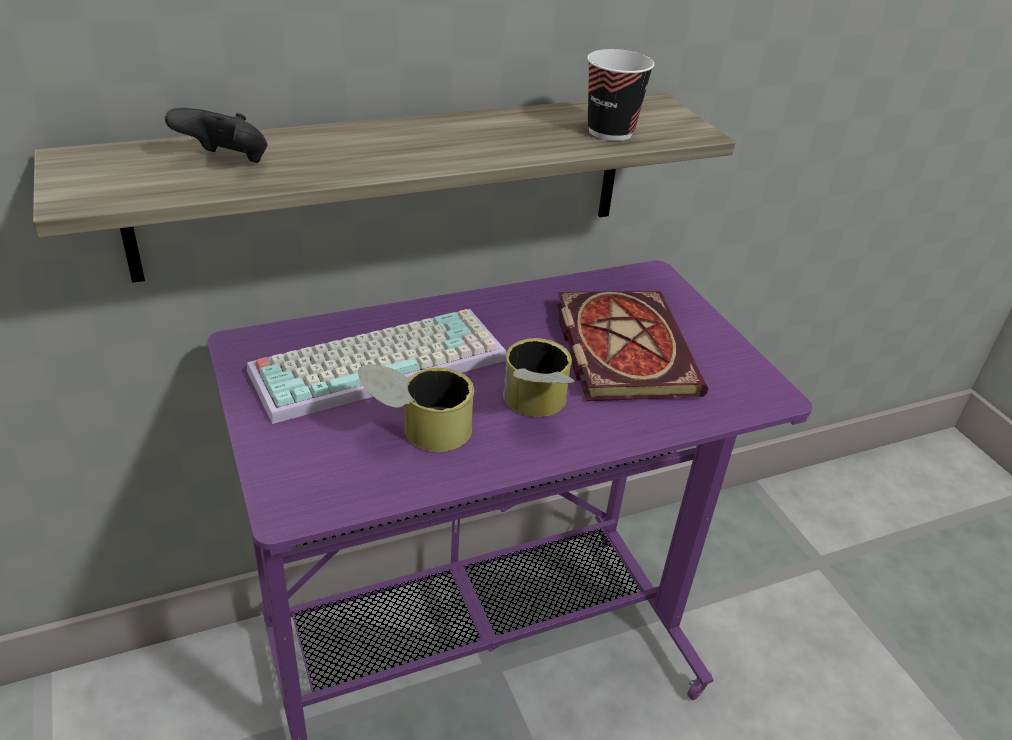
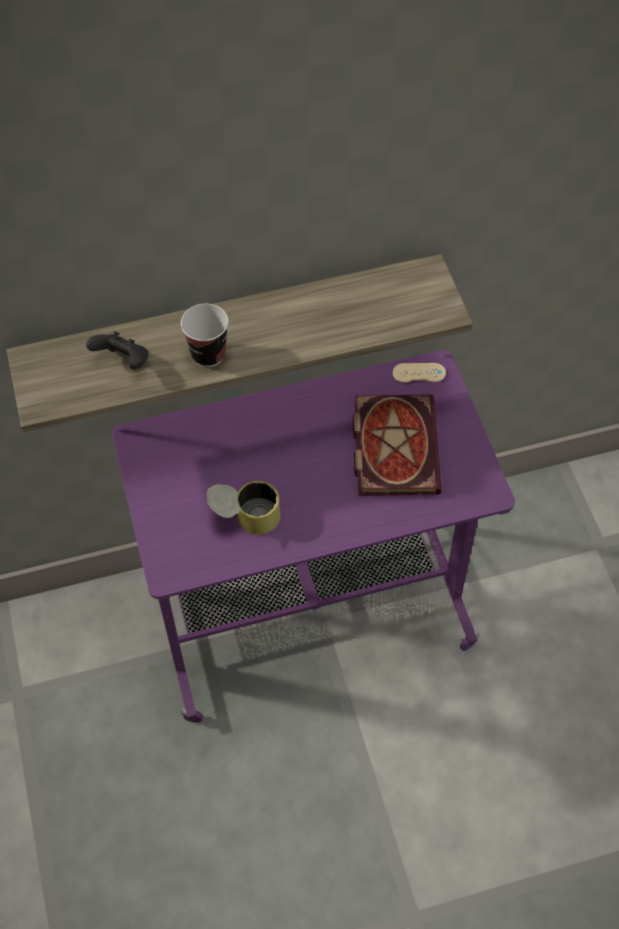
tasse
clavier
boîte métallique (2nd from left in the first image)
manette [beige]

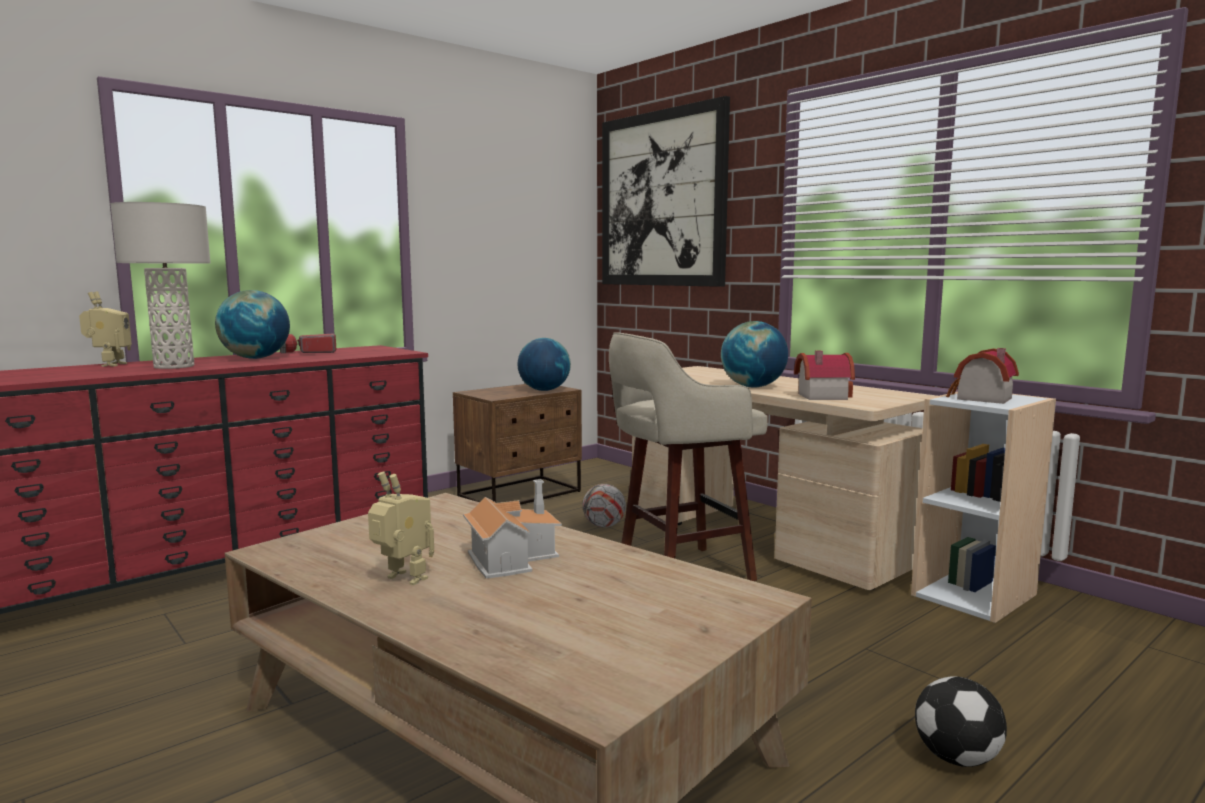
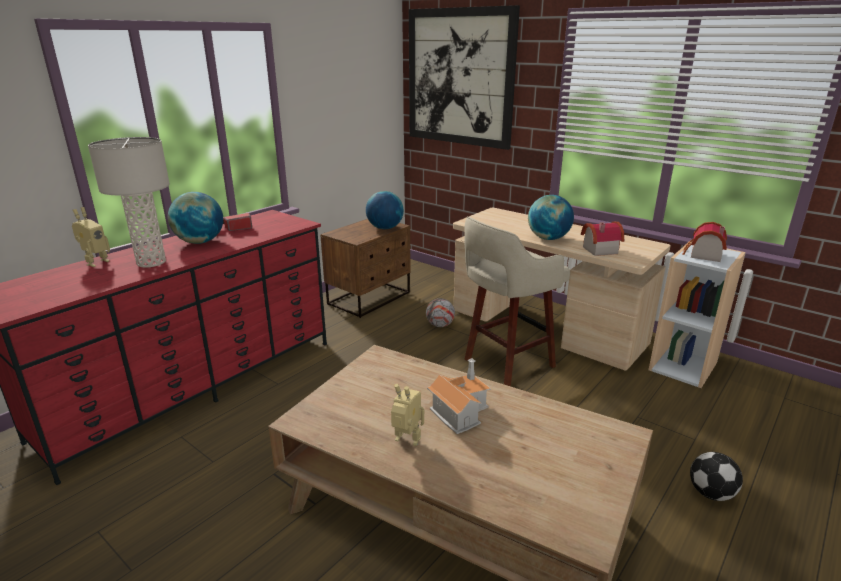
robot jouet (1st from left)

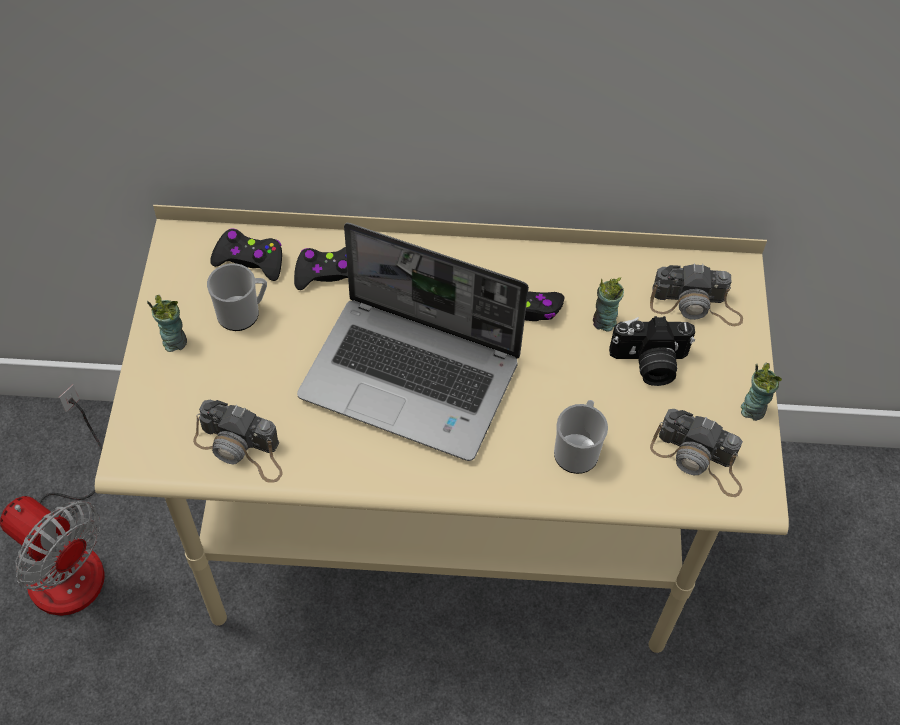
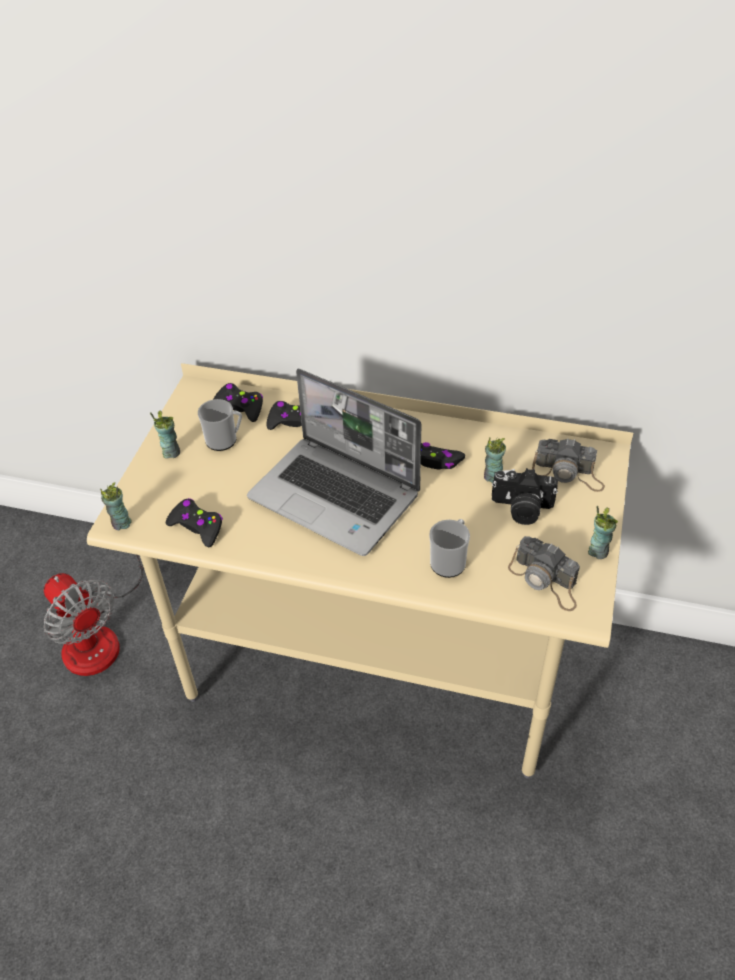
manette [noir] (1st from left)
tasse (1st from left)

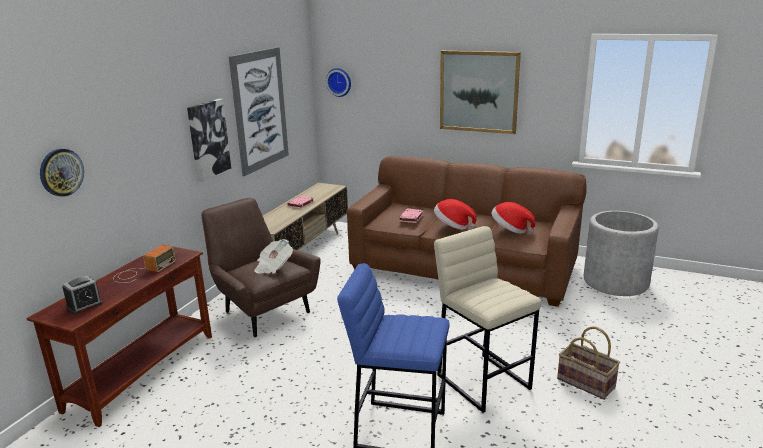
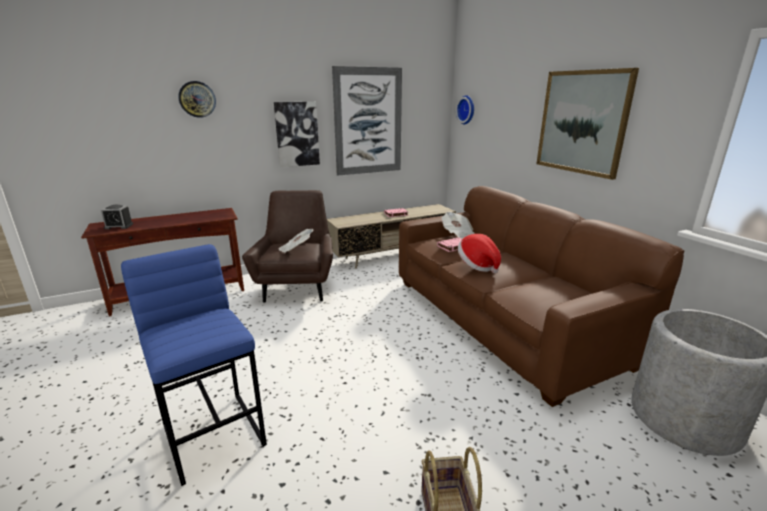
horloge murale (1st from left)
chapeau (2nd from left in the first image)
tabouret [beige]
radio
journal (2nd from left)

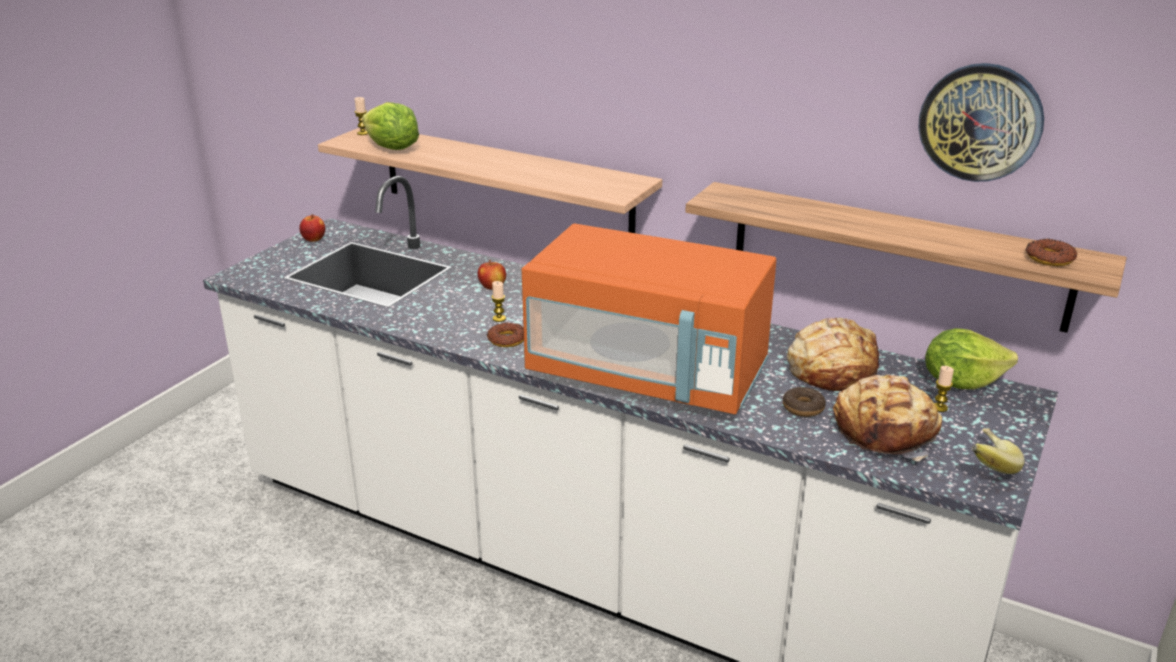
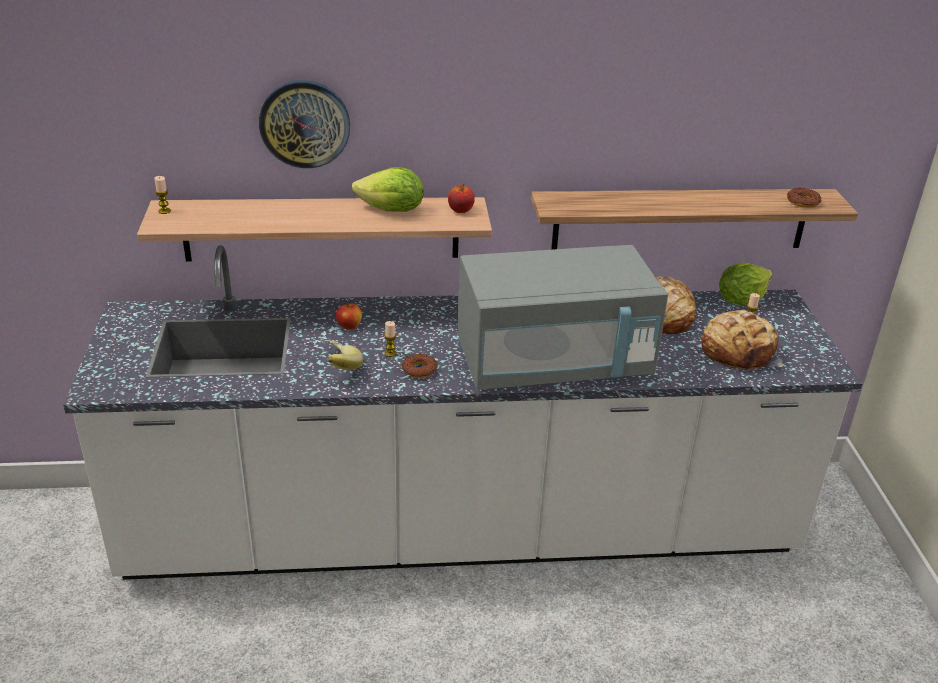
horloge murale
laitue (1st from left)
pomme (2nd from left)
micro-ondes [gris]
beignet (2nd from left in the first image)
banane

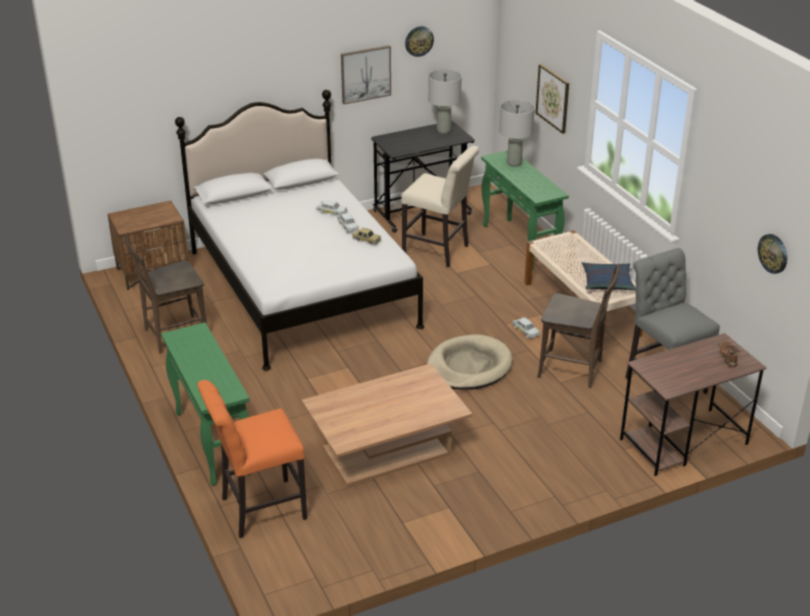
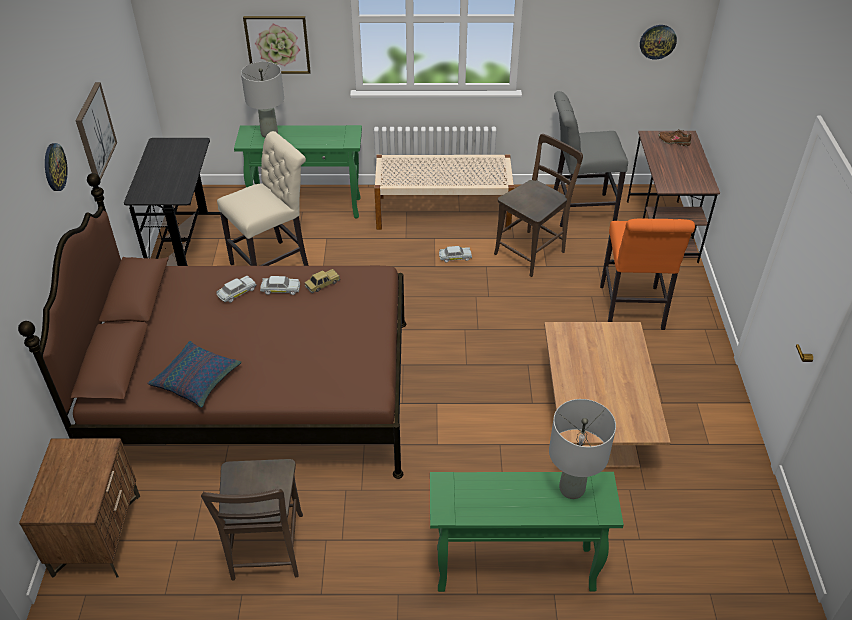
horloge murale (1st from left)
lampe de table [gris] (2nd from left)
lit [marron]
coussin [bleu]
panier pour chien [beige]
tabouret [orange]

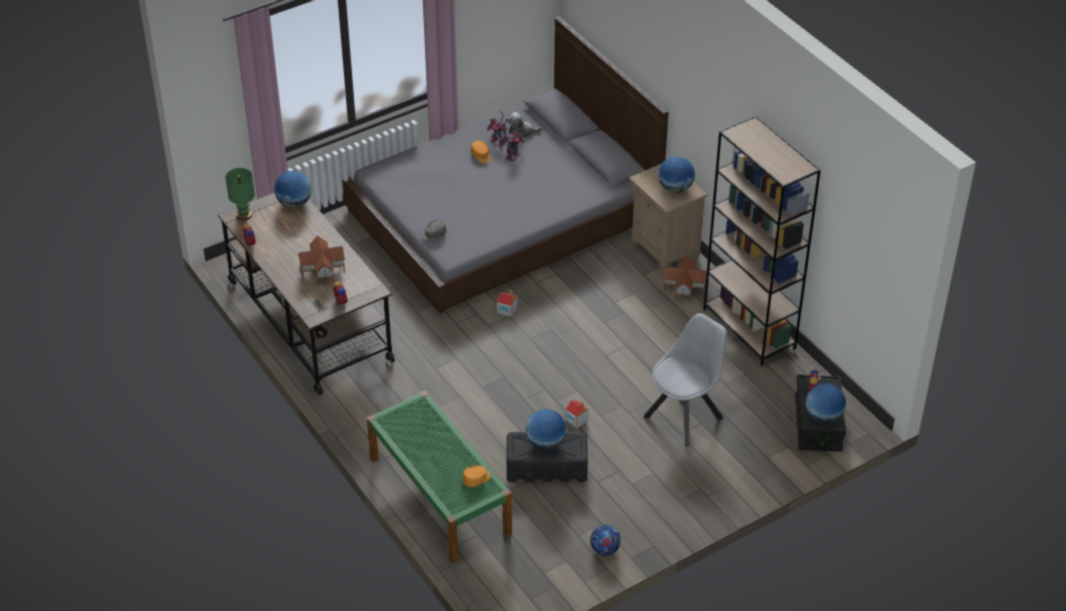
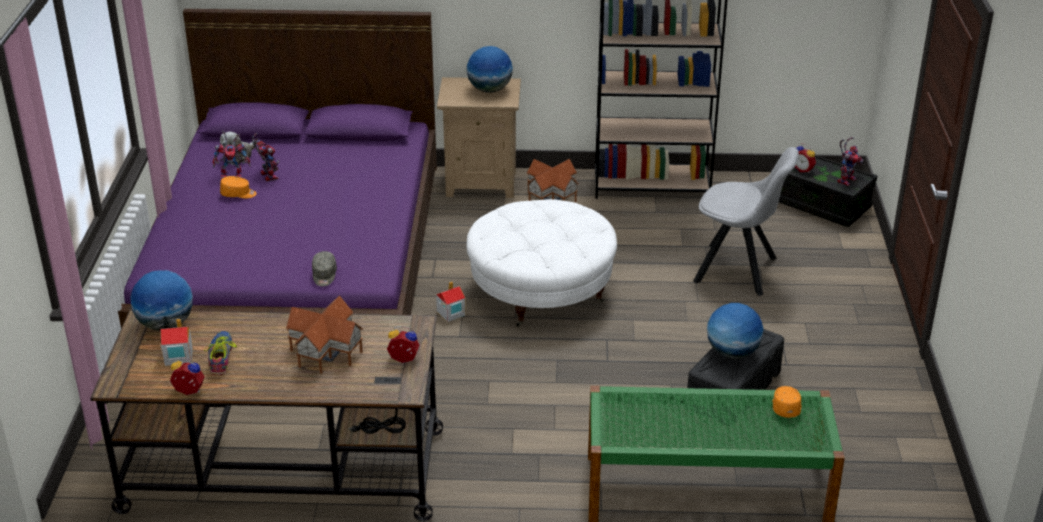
lit [violet]
lampe de table [vert]
chaise [gris]
robot jouet (3rd from left)
maison miniature (1st from left)
ballon de foot
pouf [blanc]
chaussure

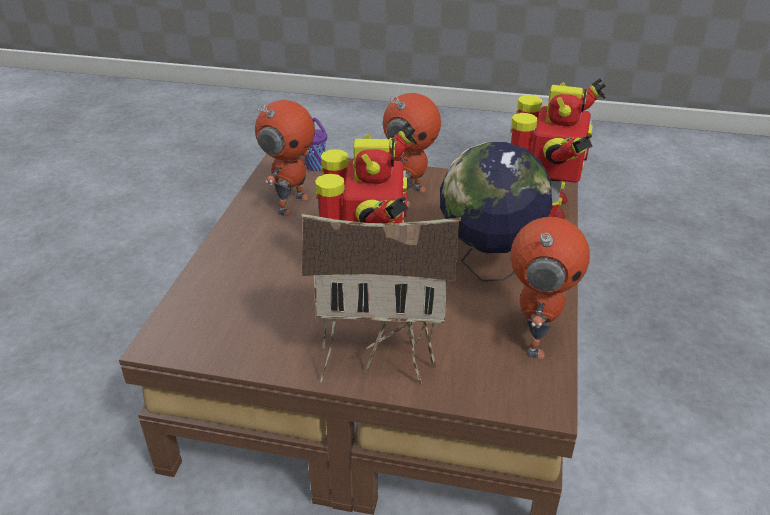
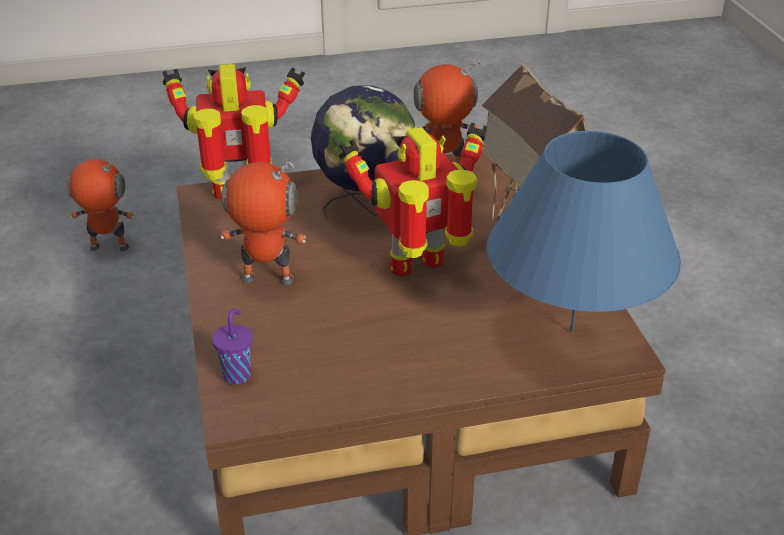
robot jouet (1st from left)
lampe de table [bleu]

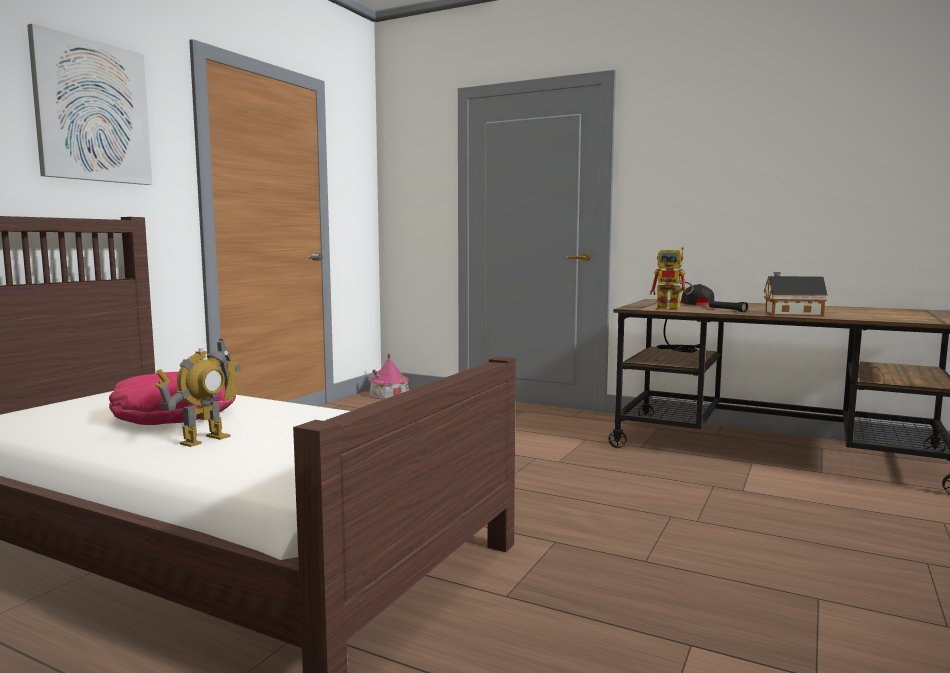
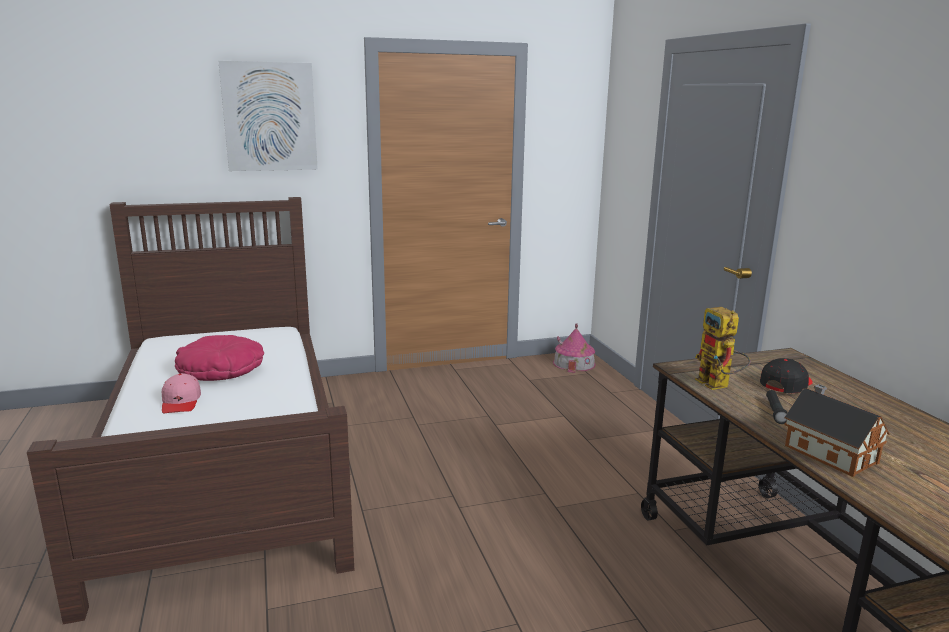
casquette [rose]

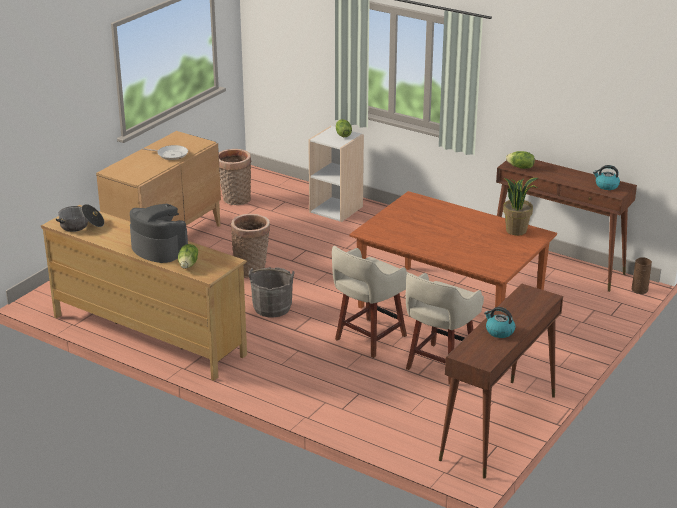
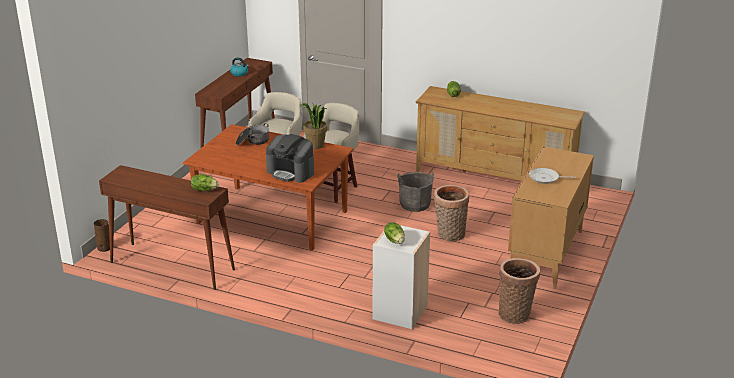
bouilloire (2nd from left in the first image)
plante en pot
marmite
machine à café

